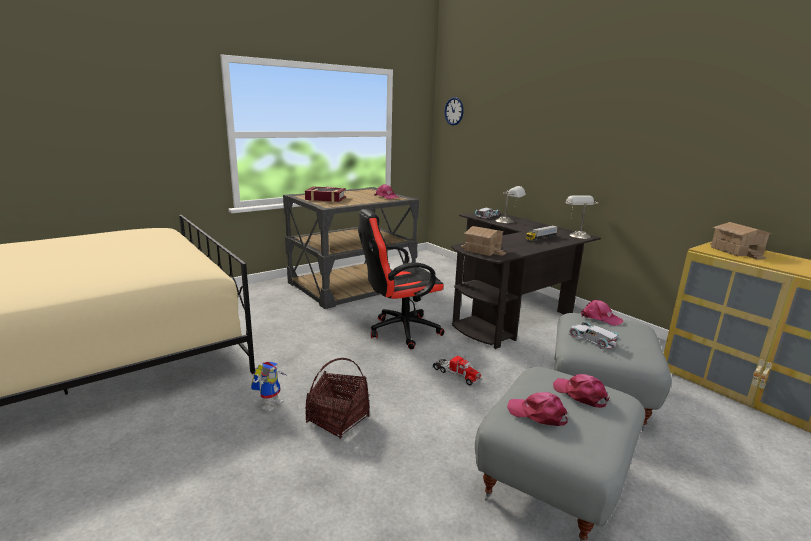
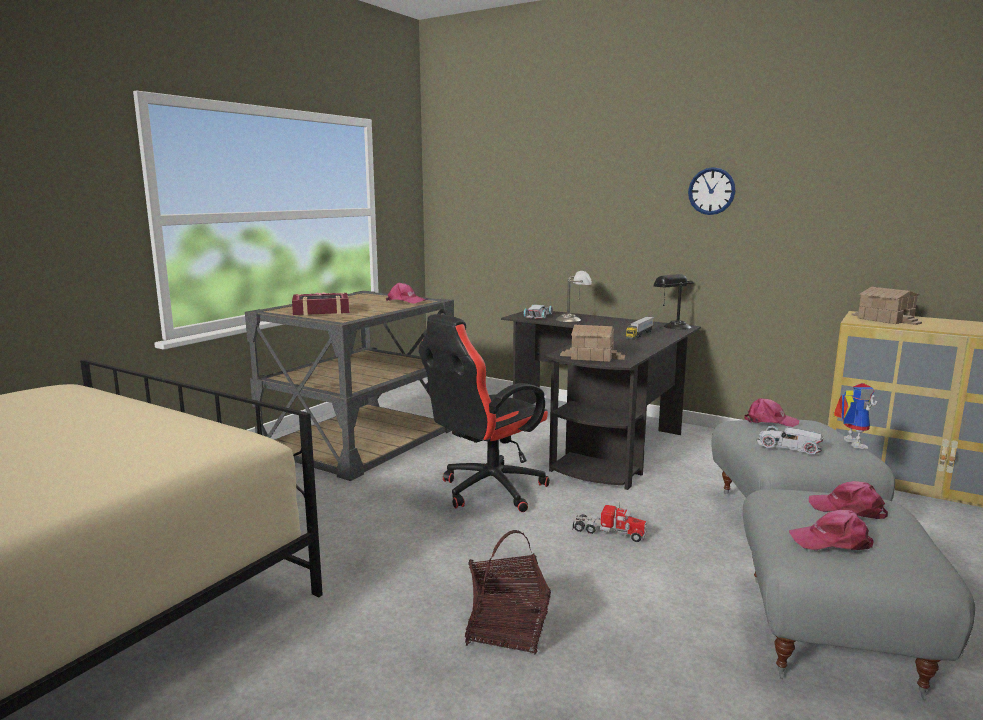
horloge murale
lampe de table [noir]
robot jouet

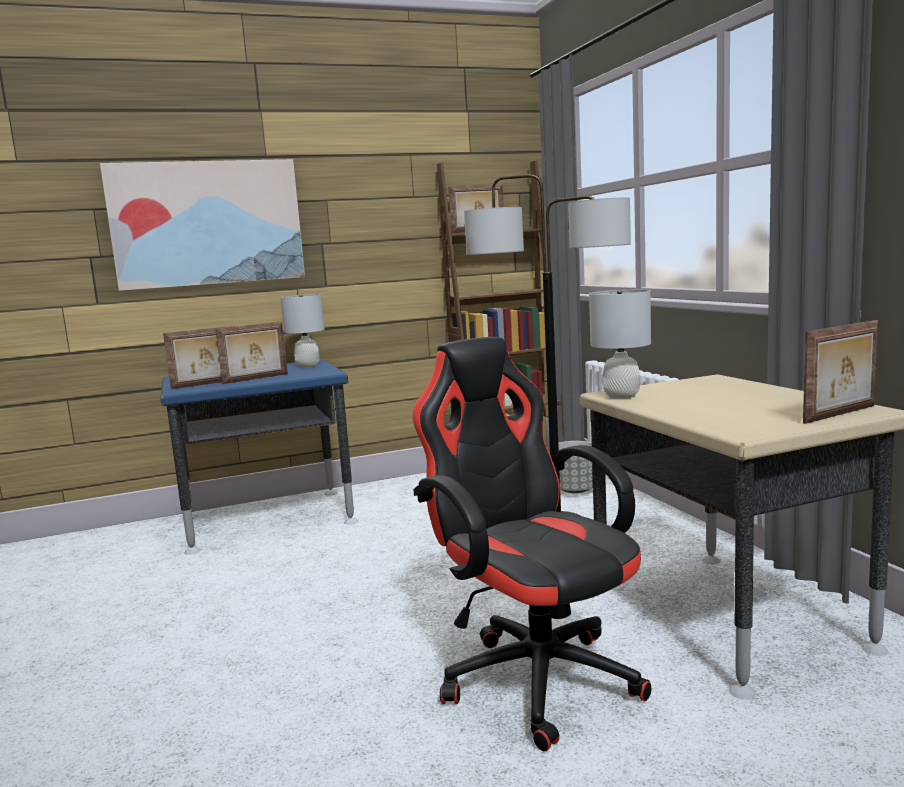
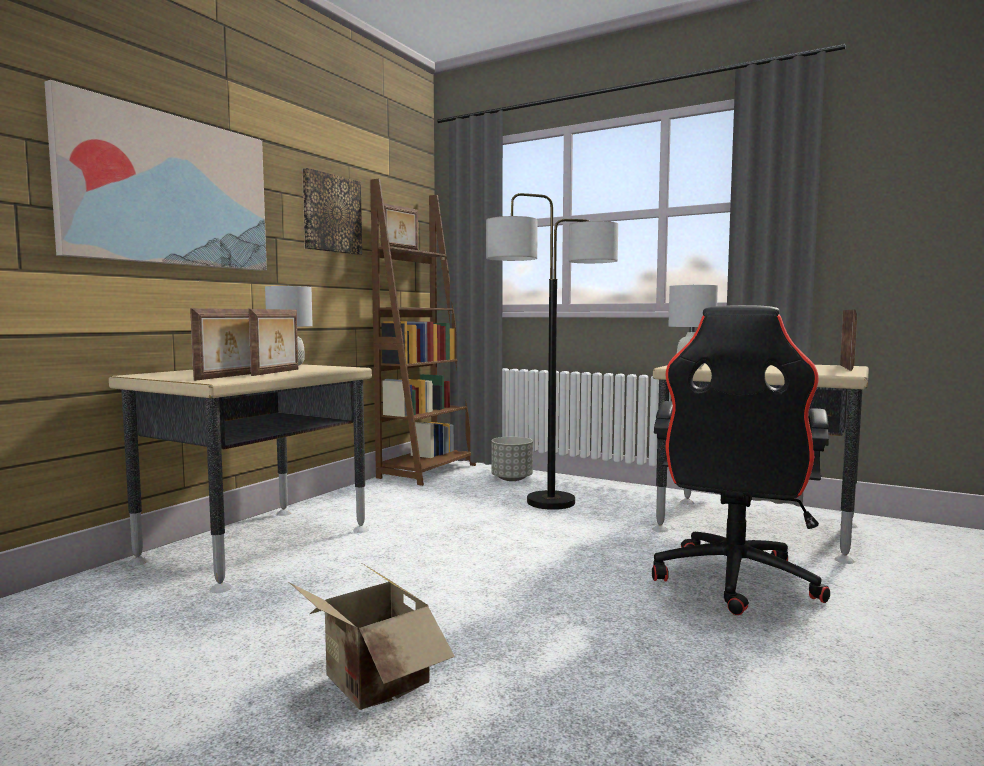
chaise de bureau [noir]
bureau [beige] (1st from left)
tableau (2nd from left)
carton

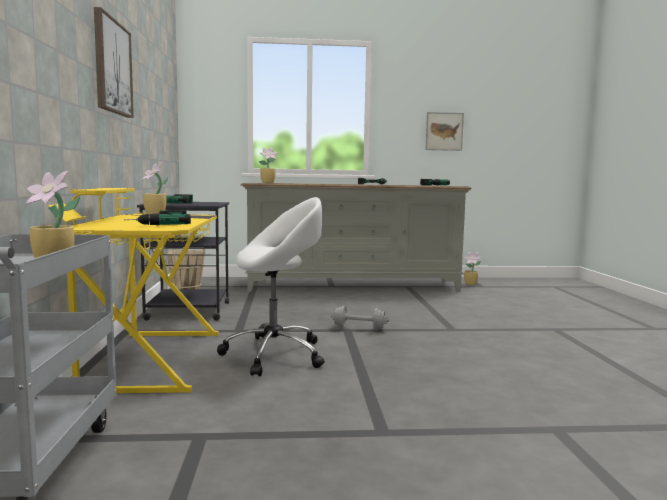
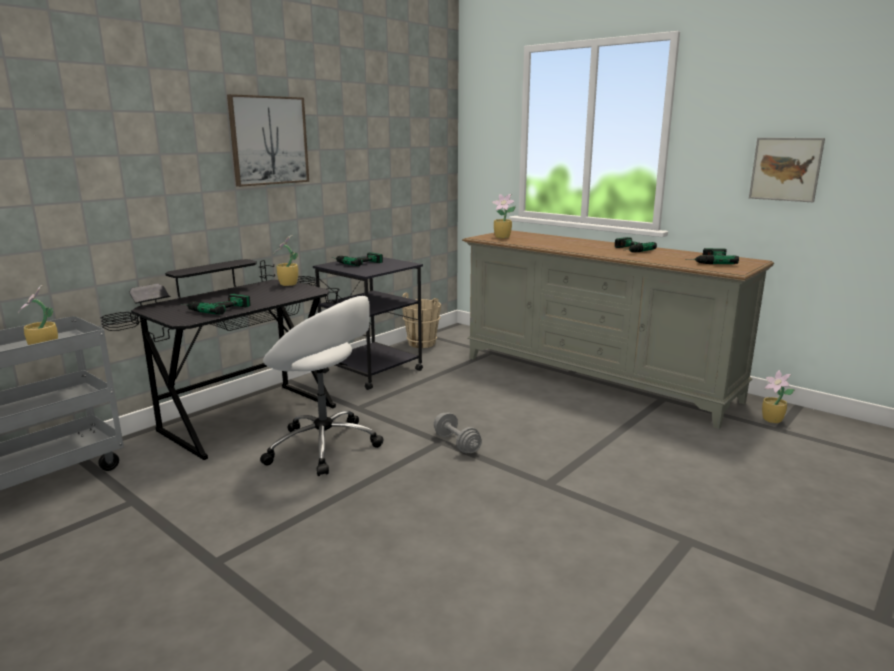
bureau [noir]

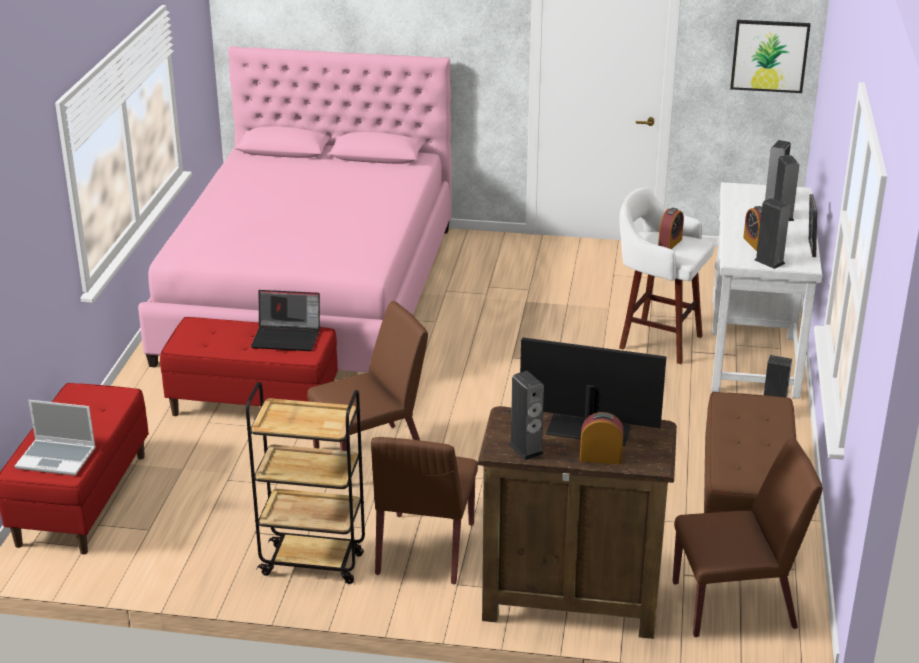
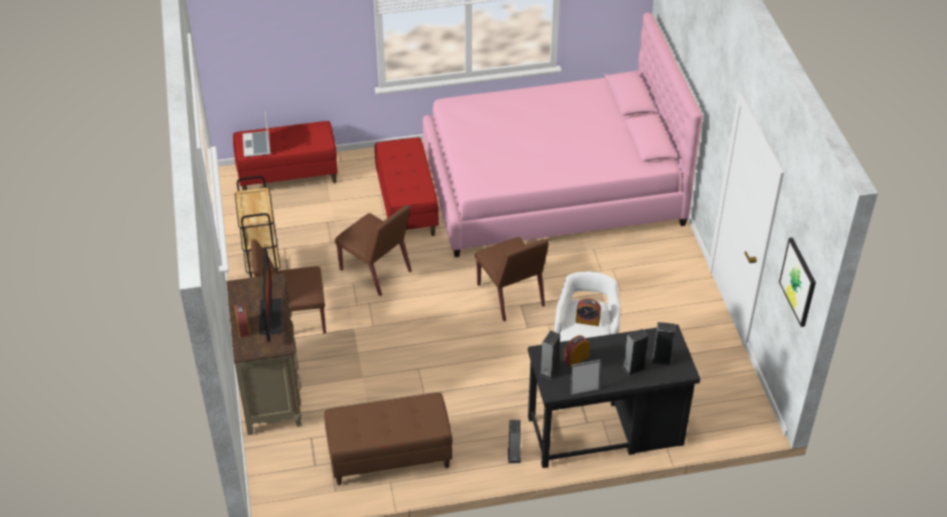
bureau [noir]
ordinateur portable (2nd from left in the first image)
enceinte (1st from left in the first image)
chaise [marron] (3rd from left)

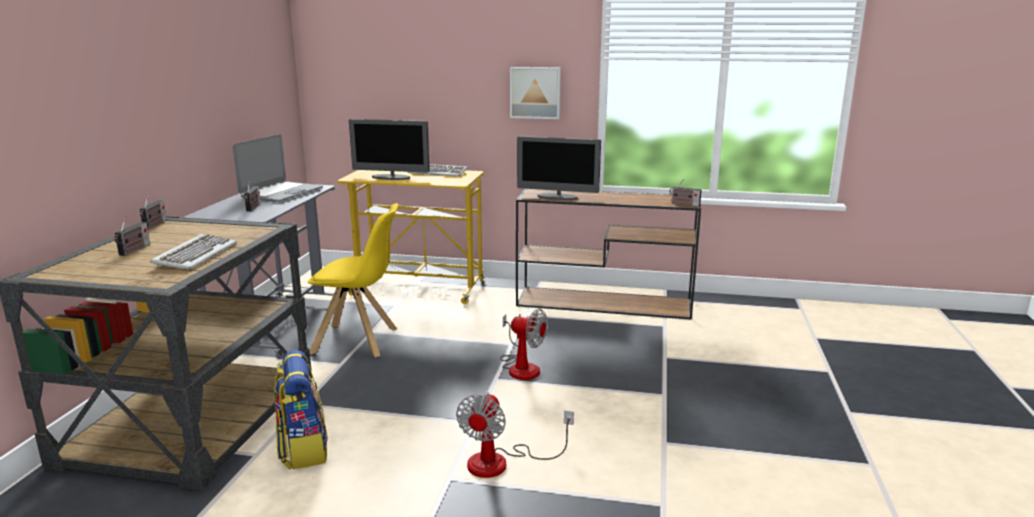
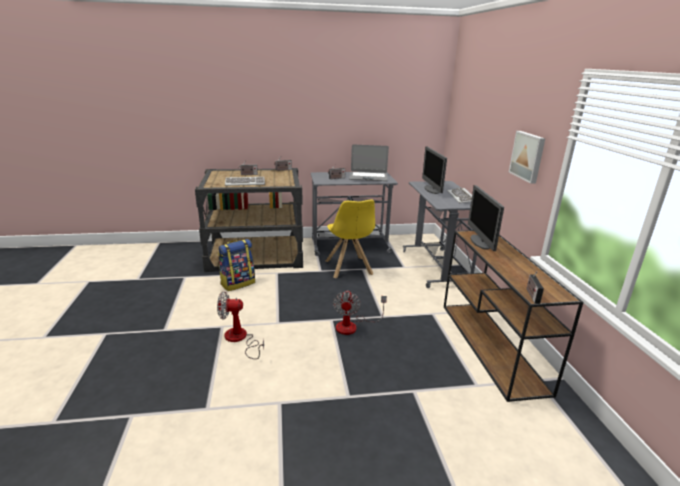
bureau [gris] (2nd from left)

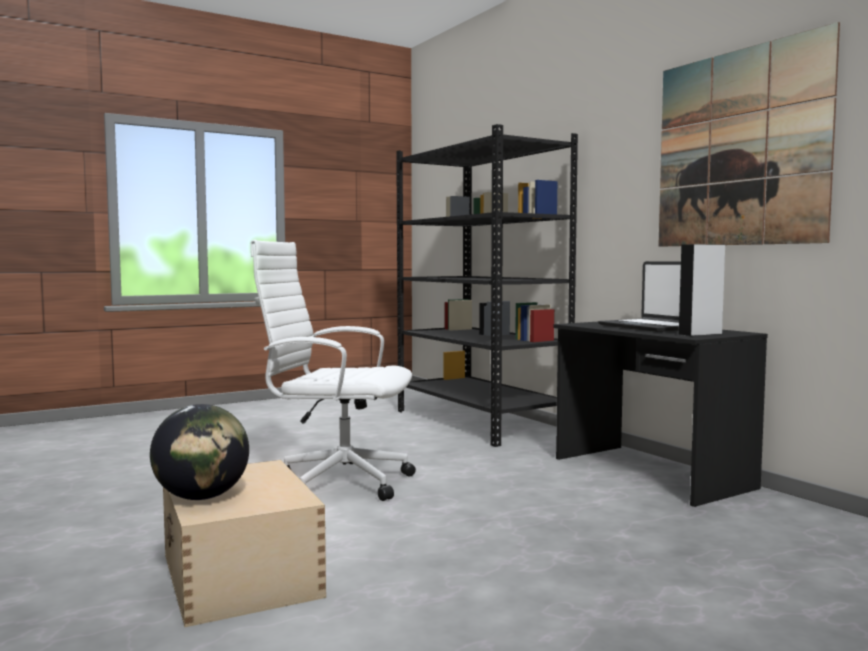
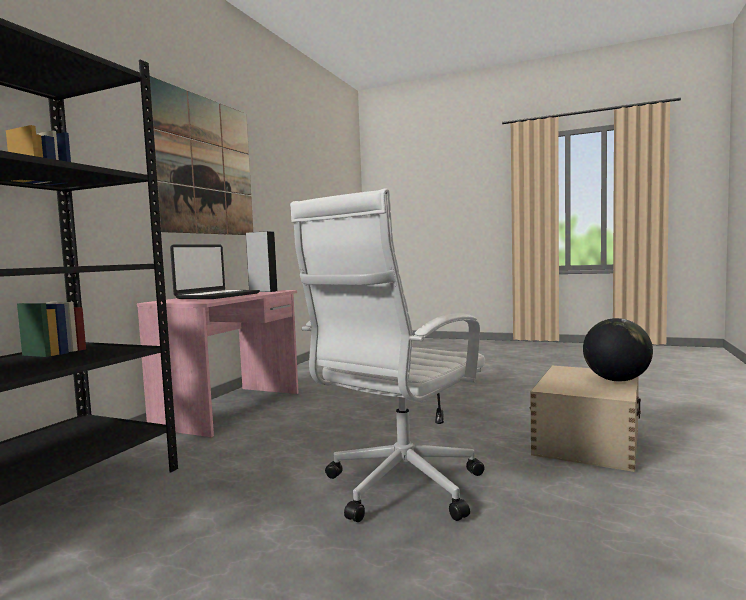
chaise de bureau [blanc]
bureau [rose]

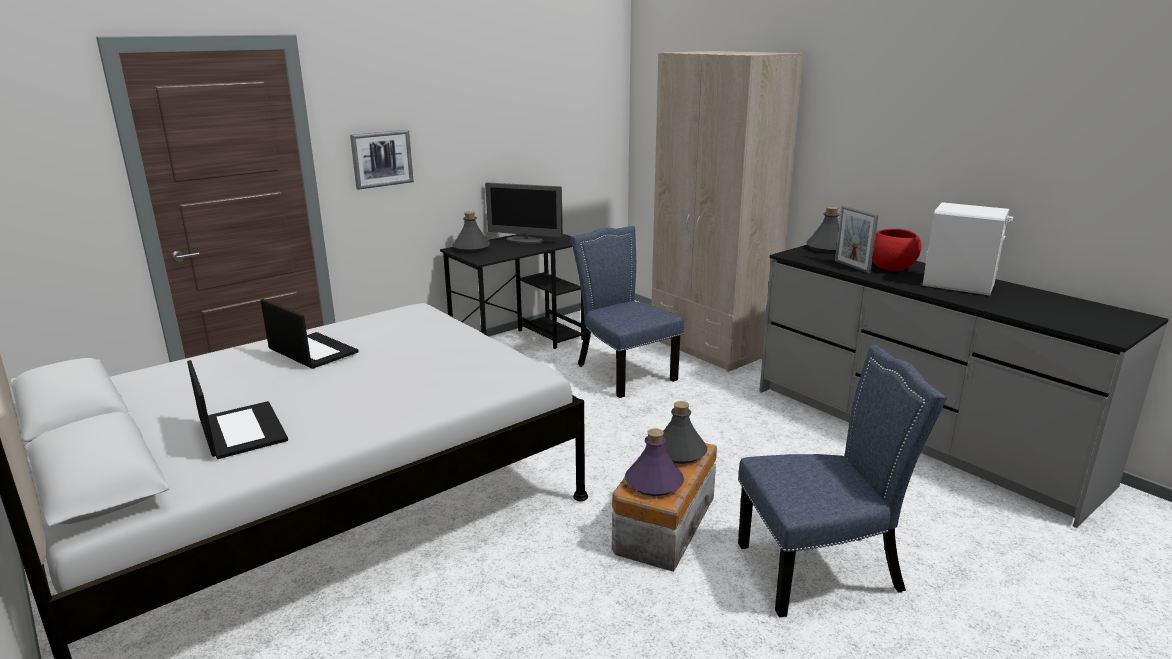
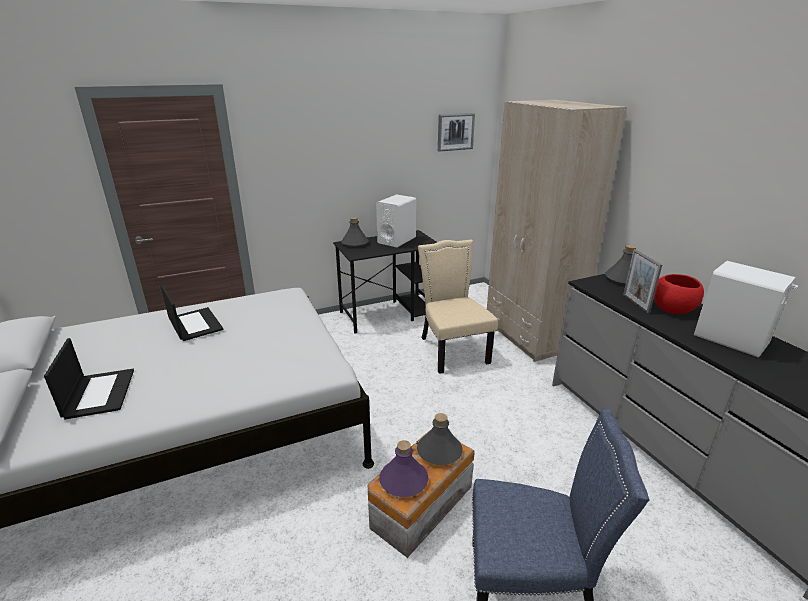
tableau
enceinte [blanc] (1st from left)
chaise [beige]

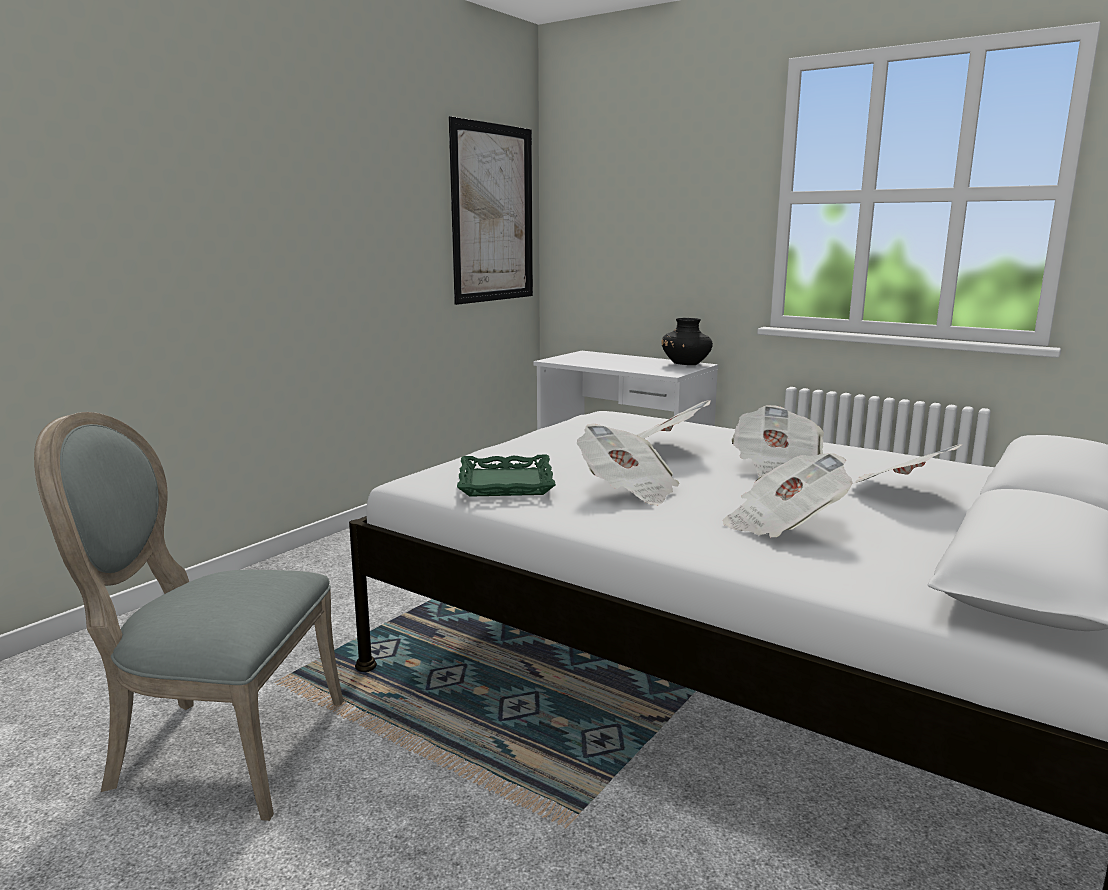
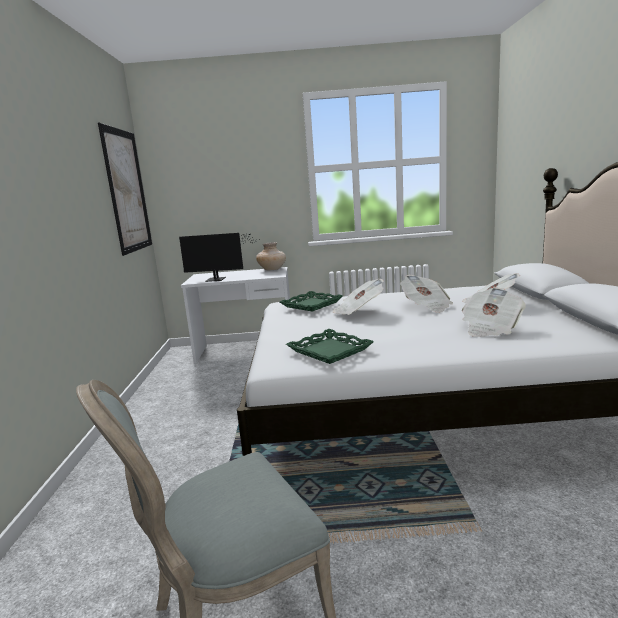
vase [beige]
journal (1st from left in the first image)
écran d'ordinateur
plateau [vert] (1st from left)

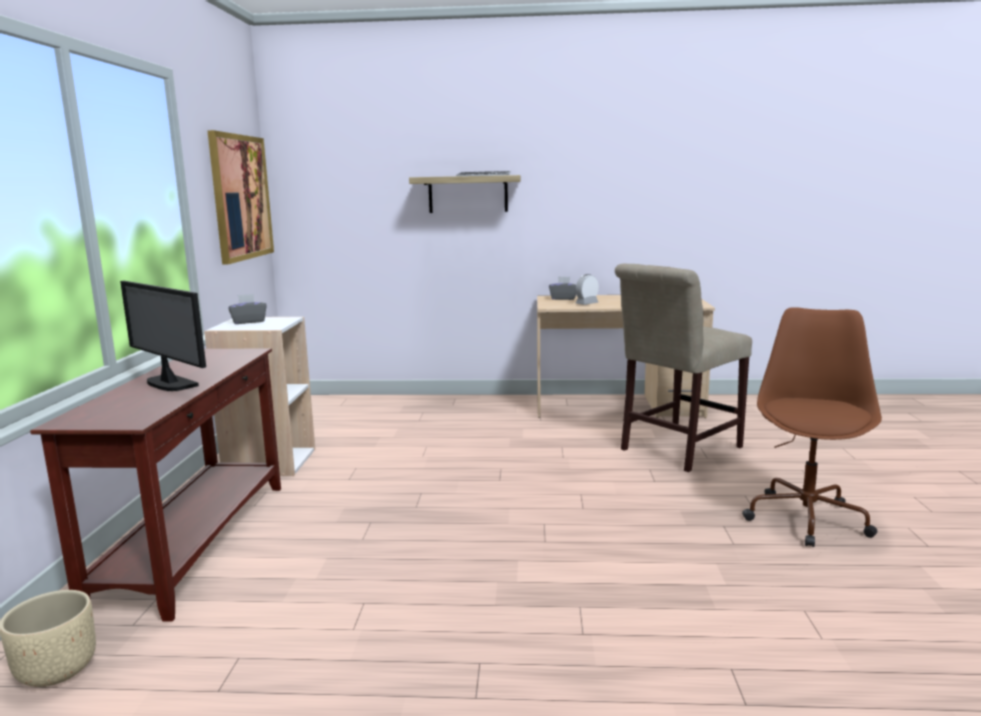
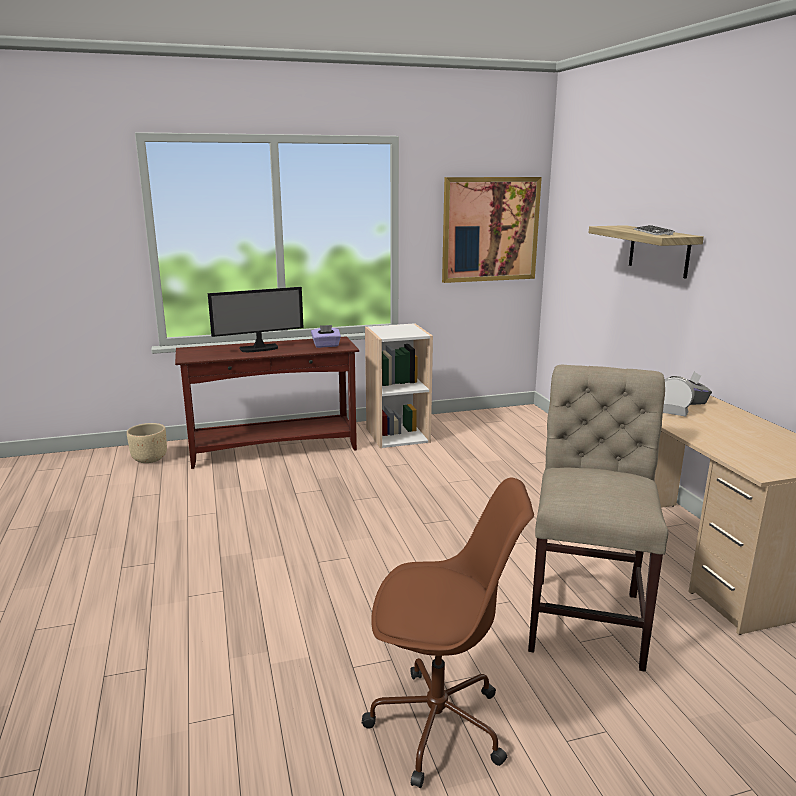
chaise [beige]
écran d'ordinateur
boîte à mouchoirs [gris] (1st from left in the first image)
boîte à mouchoirs [violet]

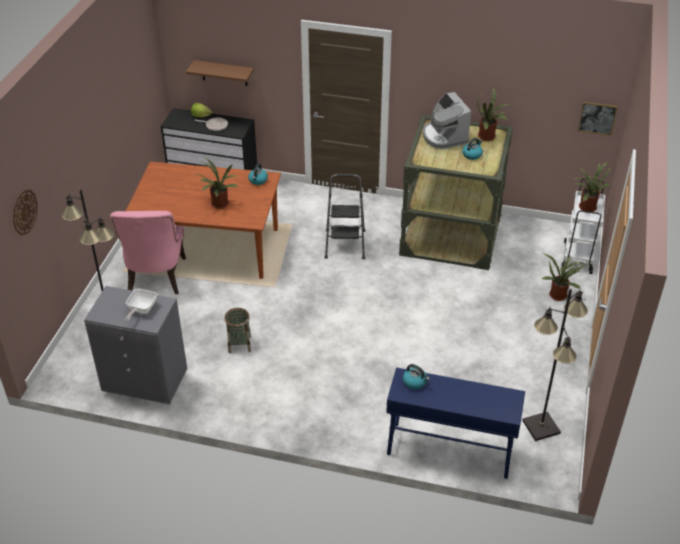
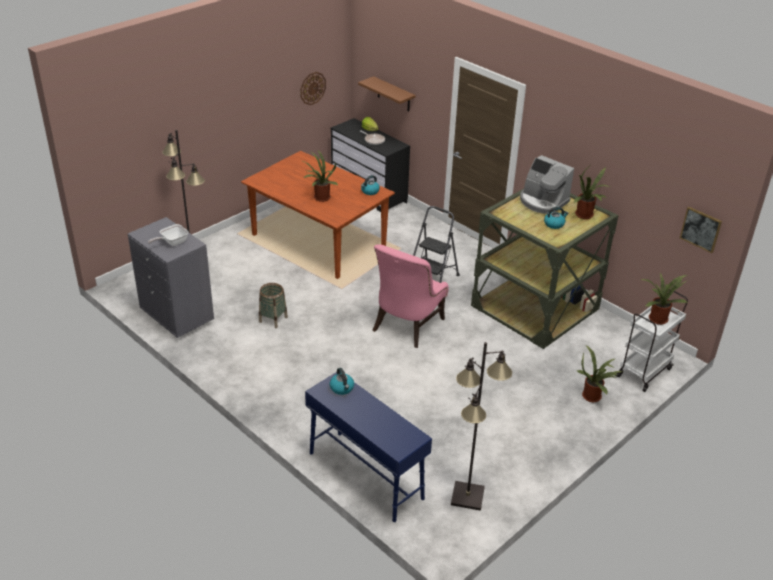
machine à café
horloge murale
chaise [rose]

